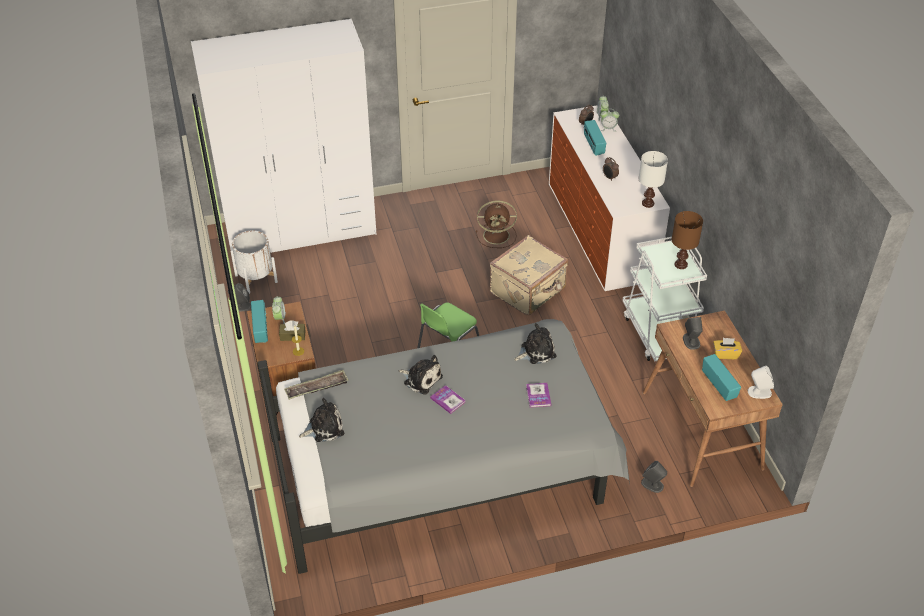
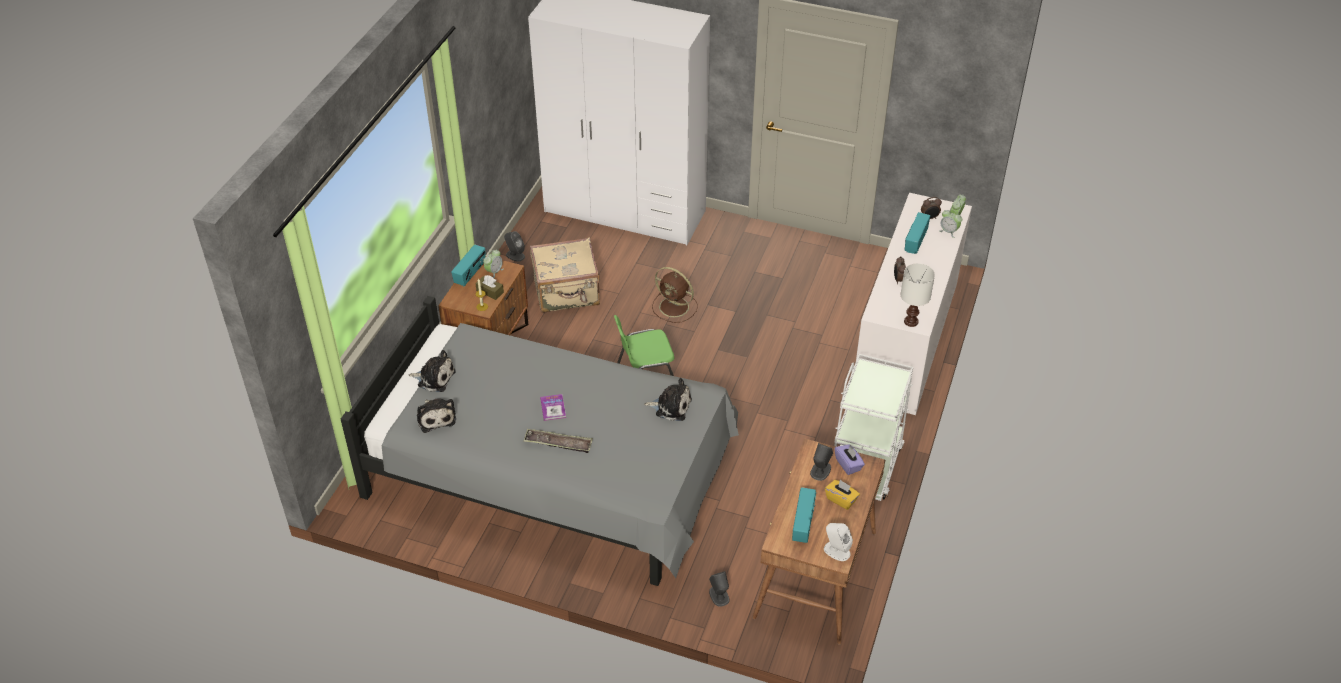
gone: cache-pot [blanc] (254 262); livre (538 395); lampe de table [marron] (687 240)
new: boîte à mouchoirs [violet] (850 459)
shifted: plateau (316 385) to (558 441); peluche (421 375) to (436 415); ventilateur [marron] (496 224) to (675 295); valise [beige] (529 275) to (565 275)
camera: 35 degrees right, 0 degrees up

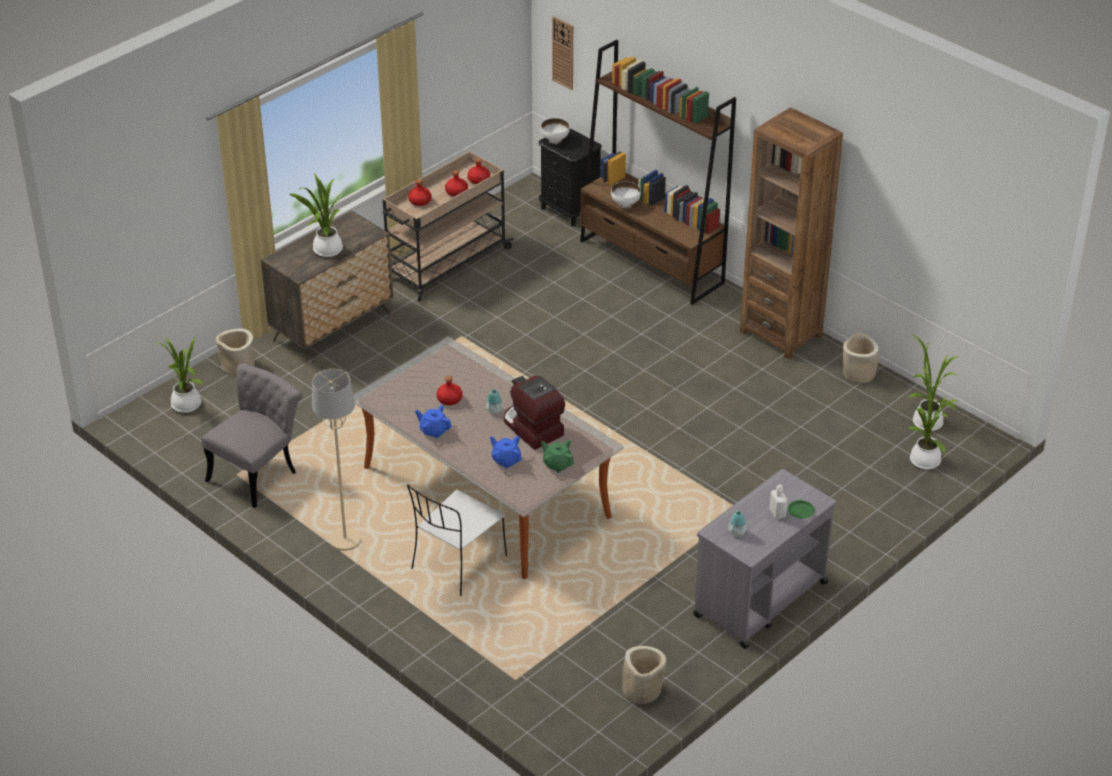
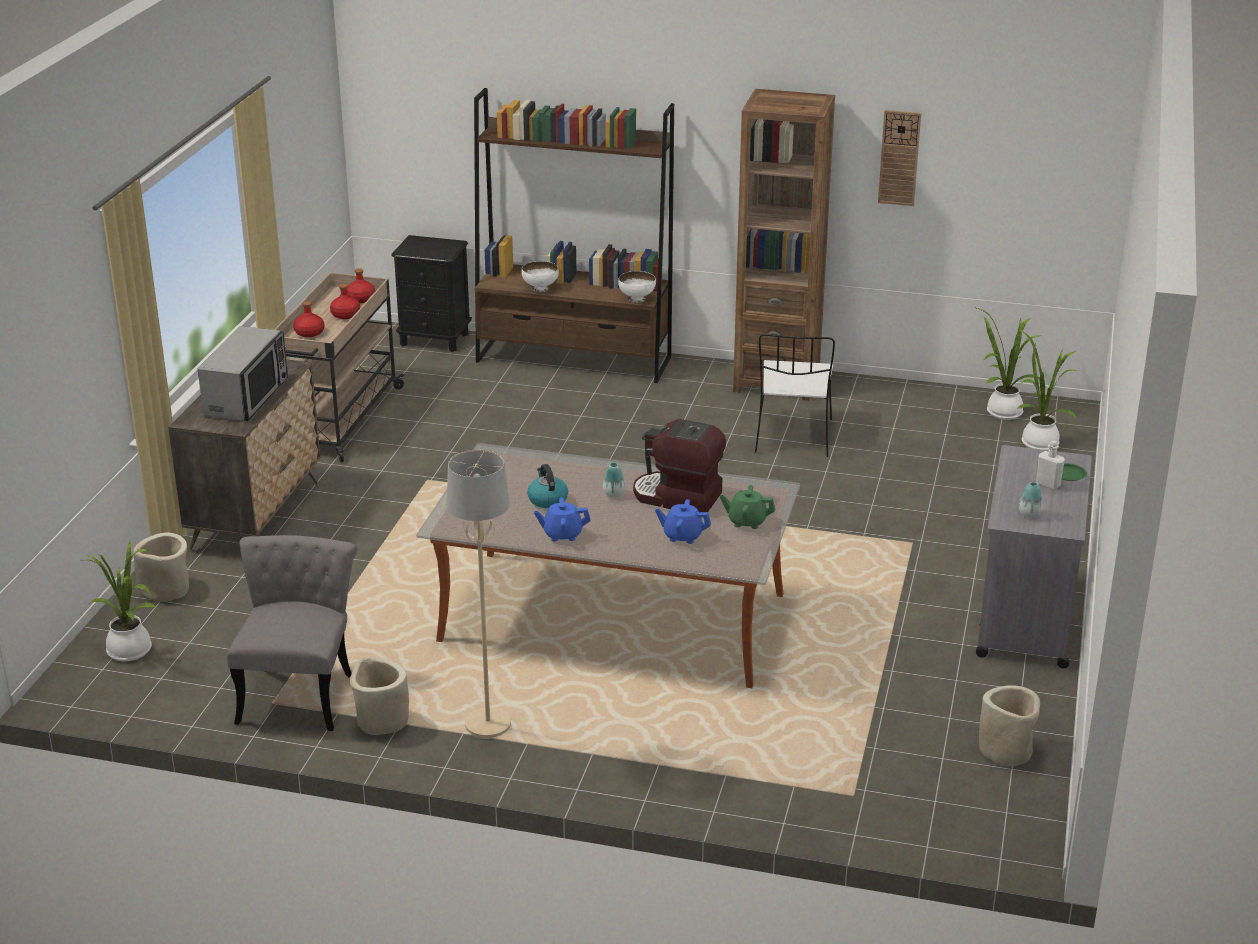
shifted: chaise [blanc] (457 540) to (795 395); bol [blanc] (555 131) to (637 287); horloge murale (562 53) to (899 158); cache-pot [beige] (861 358) to (379 696)
swapped: plante en pot (317 215) to micro-ondes (243 373); bouteille [rouge] (449 390) to bouilloire (547 486)
camera: 30 degrees left, 10 degrees down

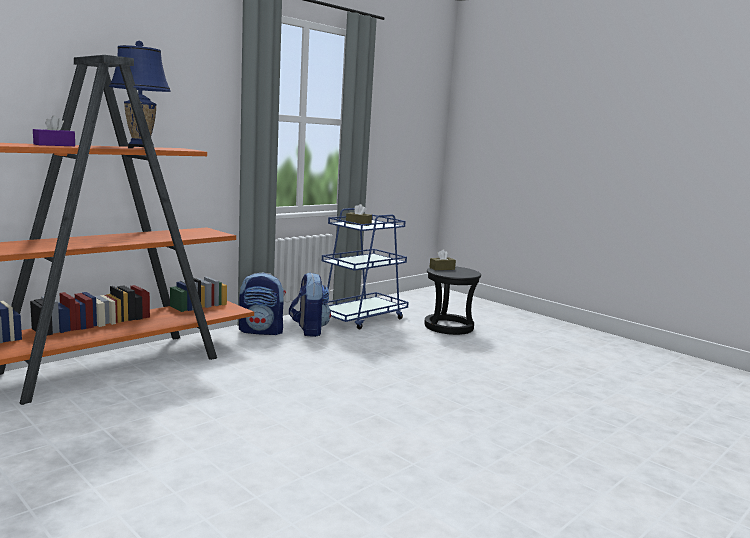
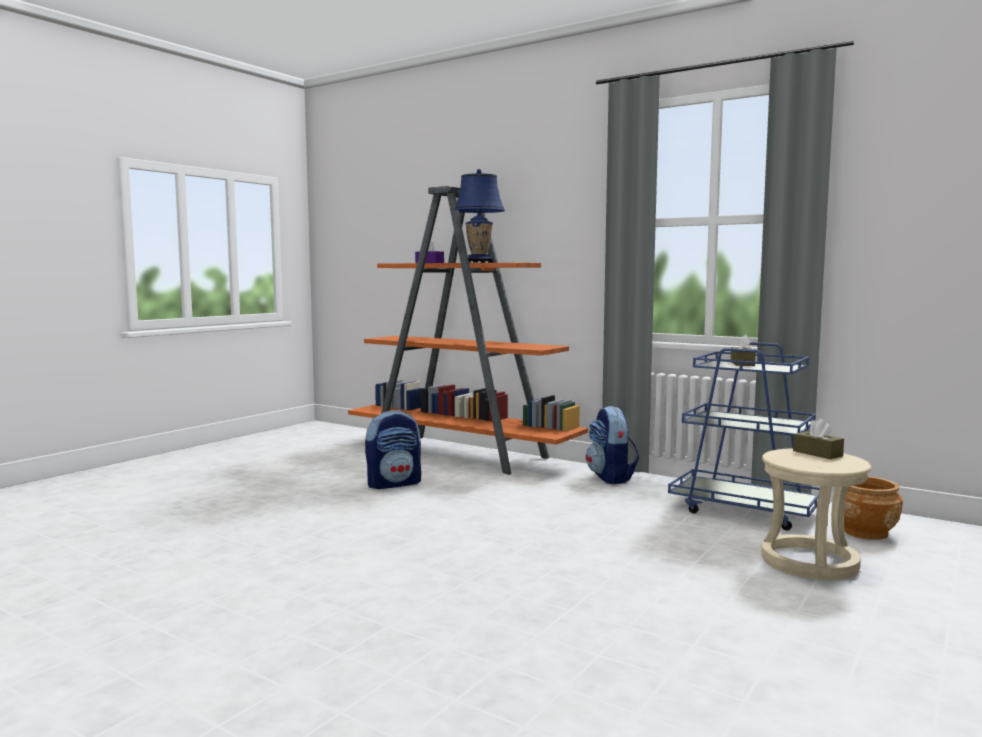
new: cache-pot [marron] (873 508)
shifted: sac à dos (310 304) to (393 449)
repainted: tabouret [noir] (452 300) to tabouret [beige] (816 514)
camera: 80 degrees right, 5 degrees down

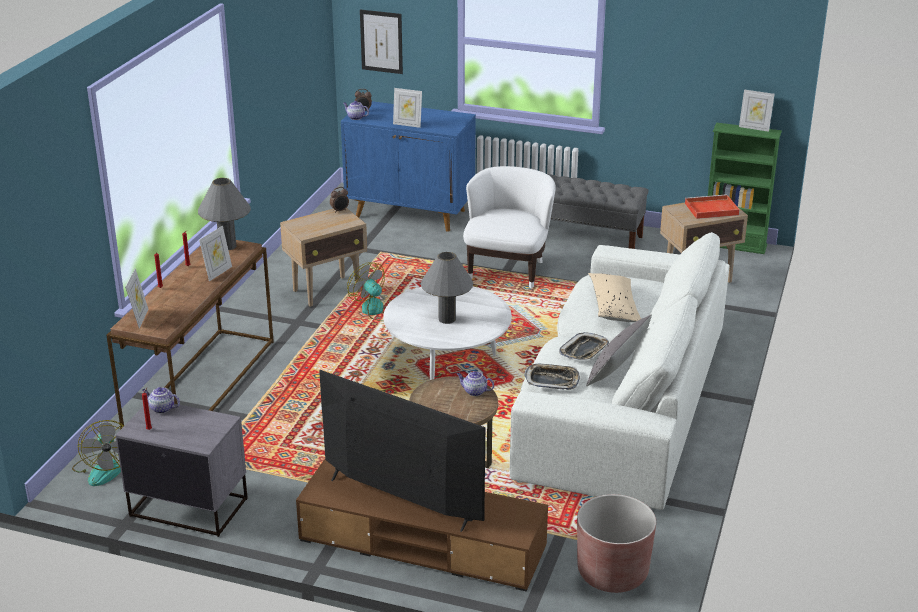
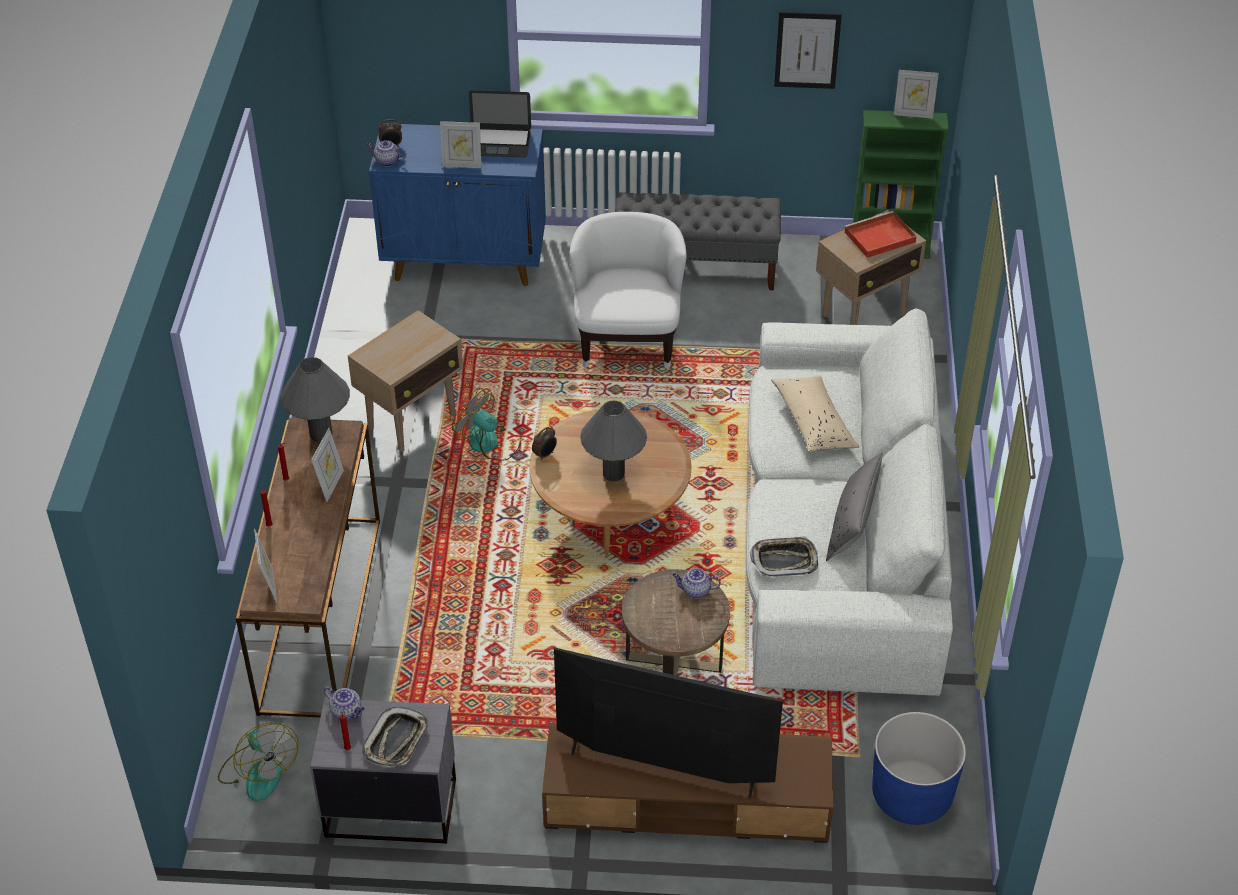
new: ordinateur portable (500 123)
shifted: réveil (339 200) to (544 443); tableau (381 42) to (808 50); plateau (584 346) to (395 737)
repainted: table basse [blanc] (447 333) to table basse [marron] (610 484); cache-pot [marron] (616 543) to cache-pot [bleu] (919 768)
rotated: théière (161 400) = (344 703) 150 degrees counterclockwise
camera: 15 degrees left, 15 degrees up

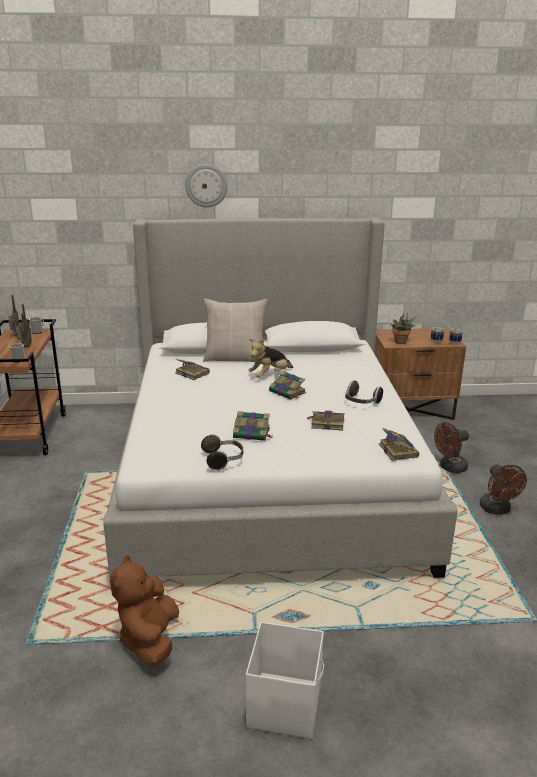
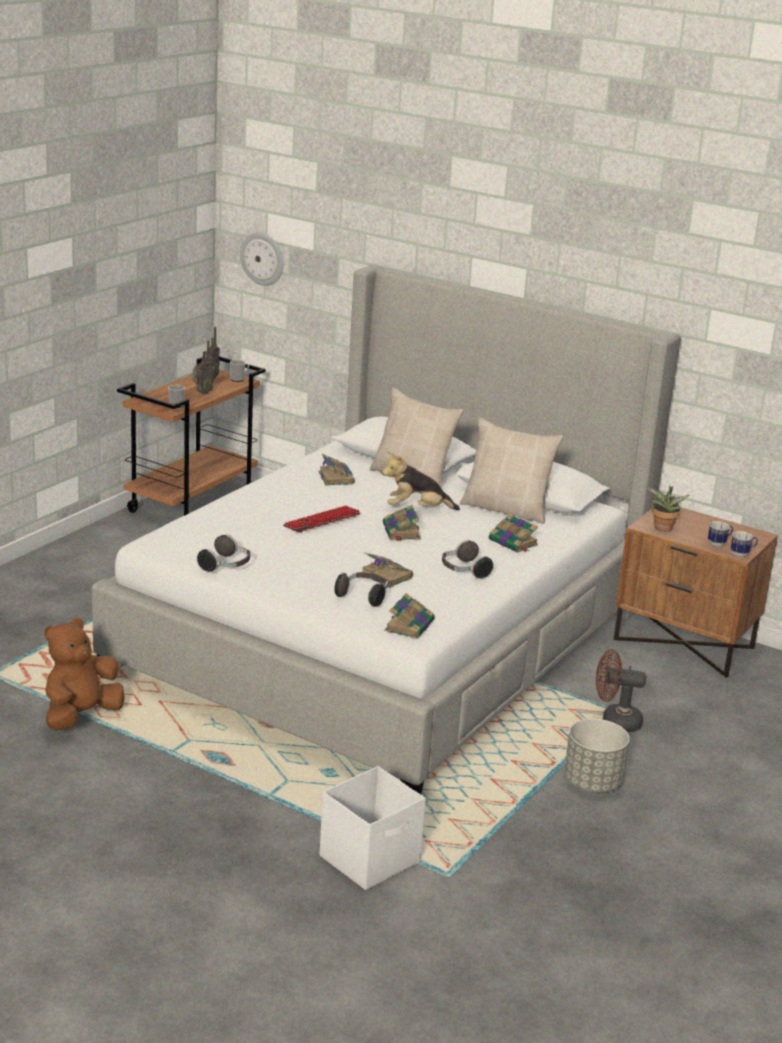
new: clavier (321 519); casque audio (361 589); coussin [beige] (512 470)
shifted: horloge murale (206 186) to (262 259); livre (252 426) to (513 533); boîte de rangement [blanc] (285 680) to (373 828)
swapped: ventilateur [marron] (503 489) to cache-pot [gris] (597 755)
camera: 35 degrees right, 0 degrees up

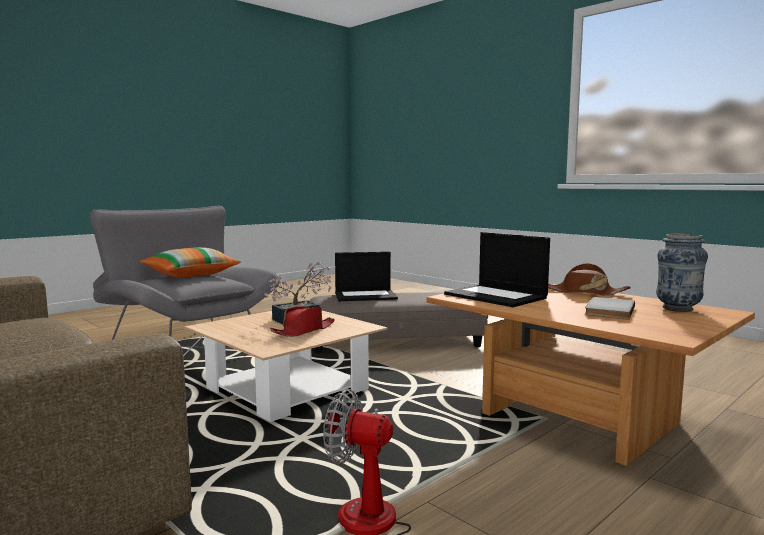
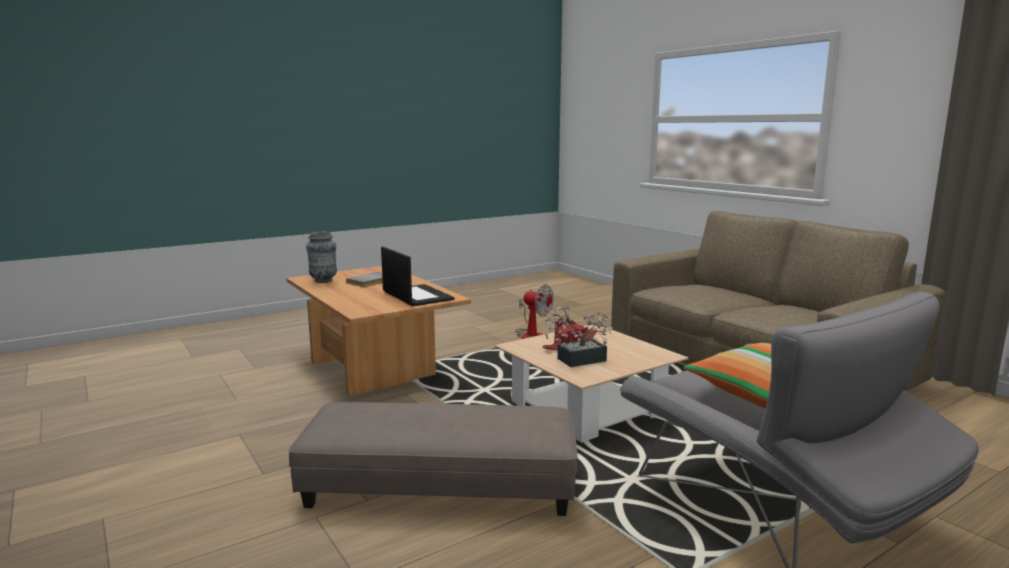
gone: ordinateur portable (366 276); chapeau [marron] (589 279)
camera: 170 degrees left, 5 degrees up

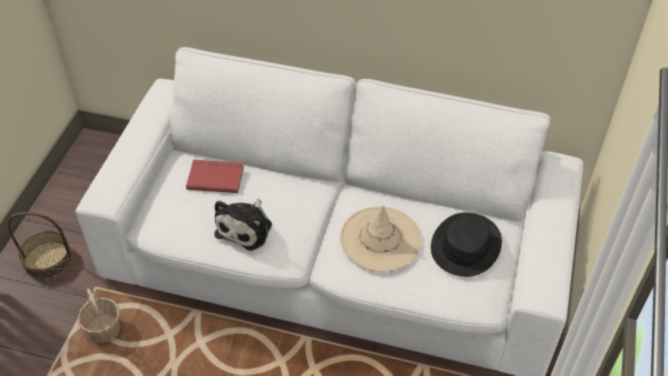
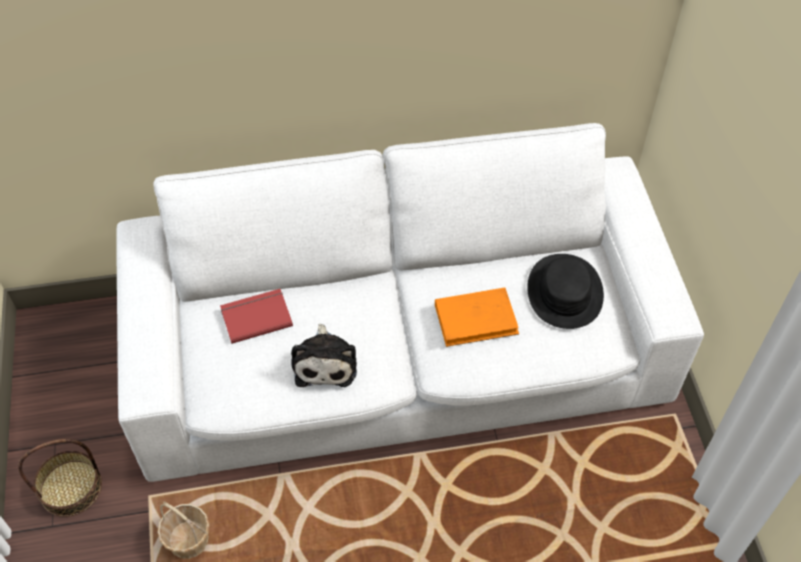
swapped: chapeau [beige] (381 238) to livre [orange] (477 317)
camera: 25 degrees left, 5 degrees up

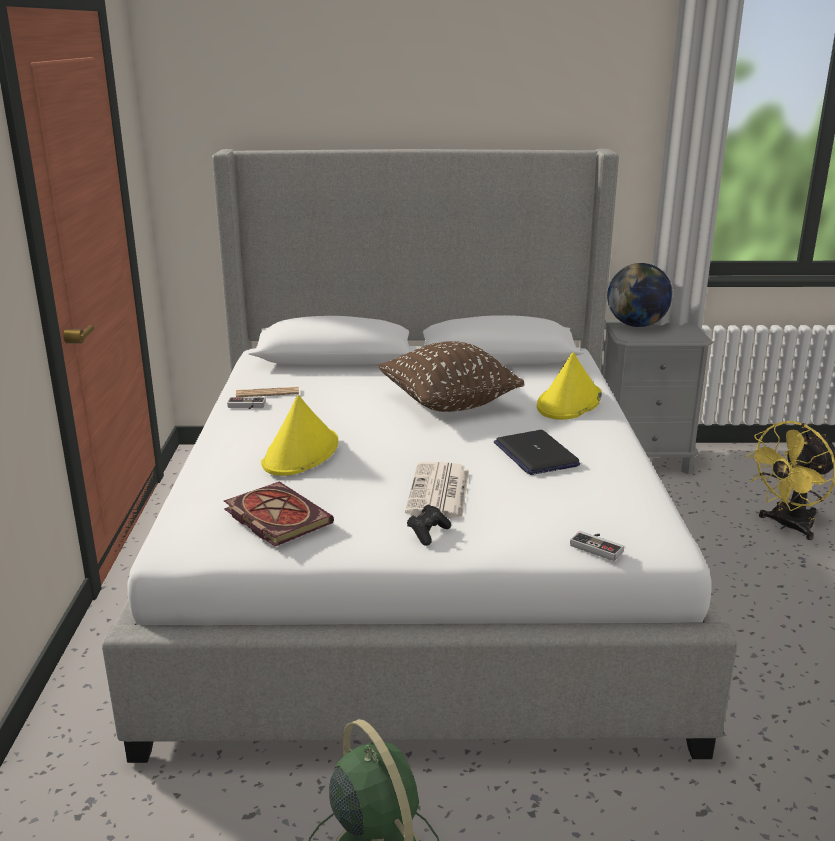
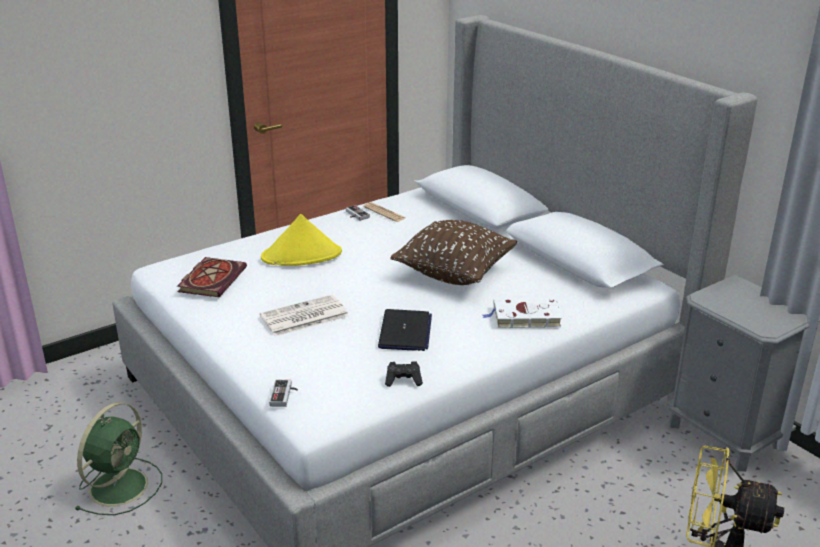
gone: globe (640 295)
shifted: manette [noir] (429 525) to (404 374)
swapped: chapeau [jaune] (569 386) to livre [blanc] (522 313)
rotated: ordinateur portable (537 452) = (405 330) 150 degrees clockwise
camera: 55 degrees right, 5 degrees up

